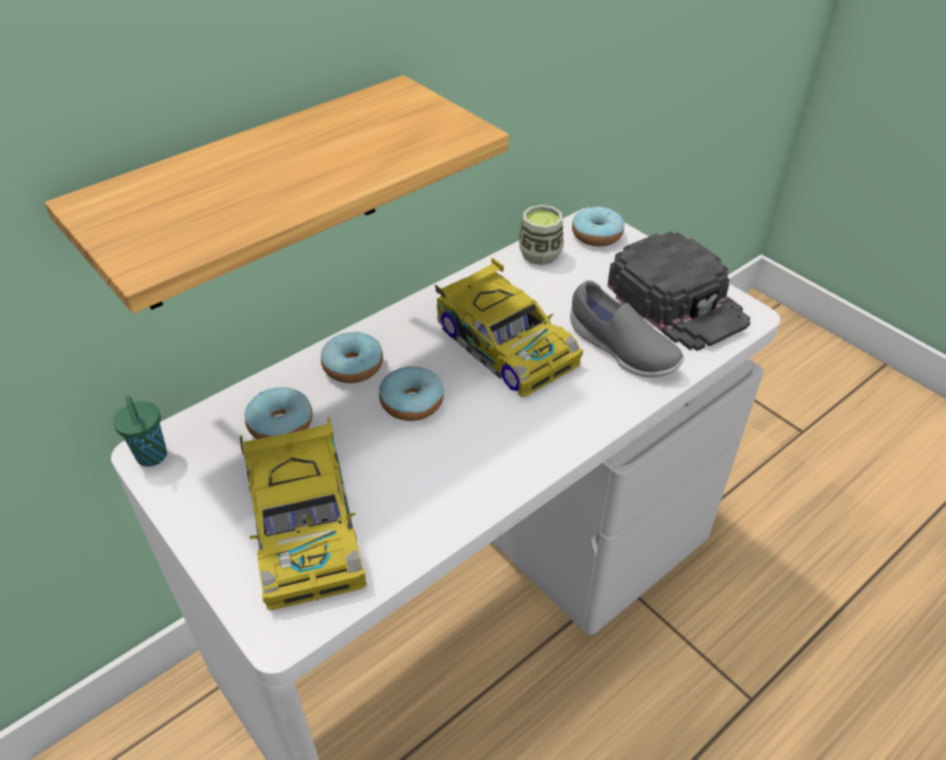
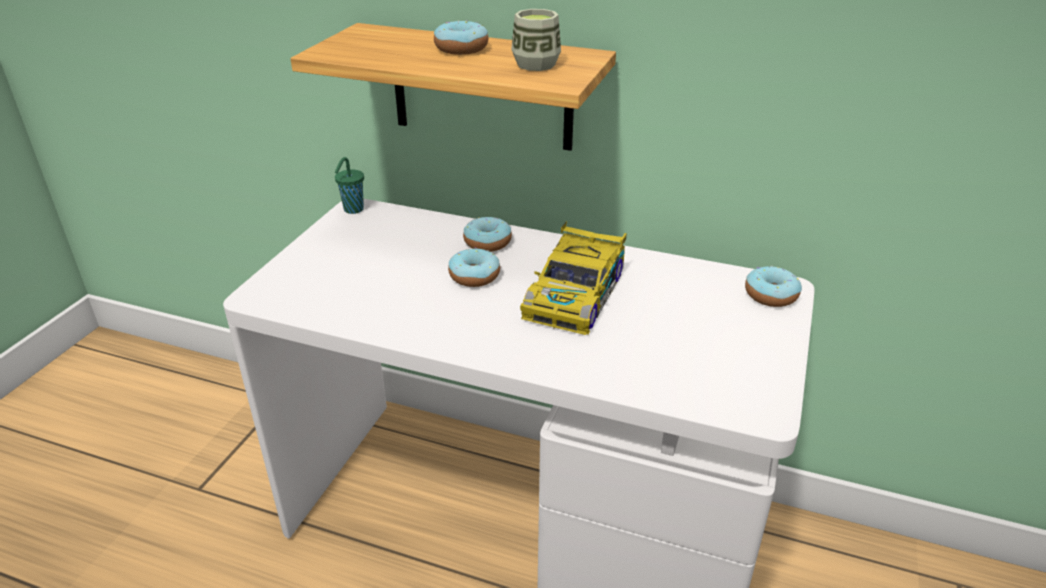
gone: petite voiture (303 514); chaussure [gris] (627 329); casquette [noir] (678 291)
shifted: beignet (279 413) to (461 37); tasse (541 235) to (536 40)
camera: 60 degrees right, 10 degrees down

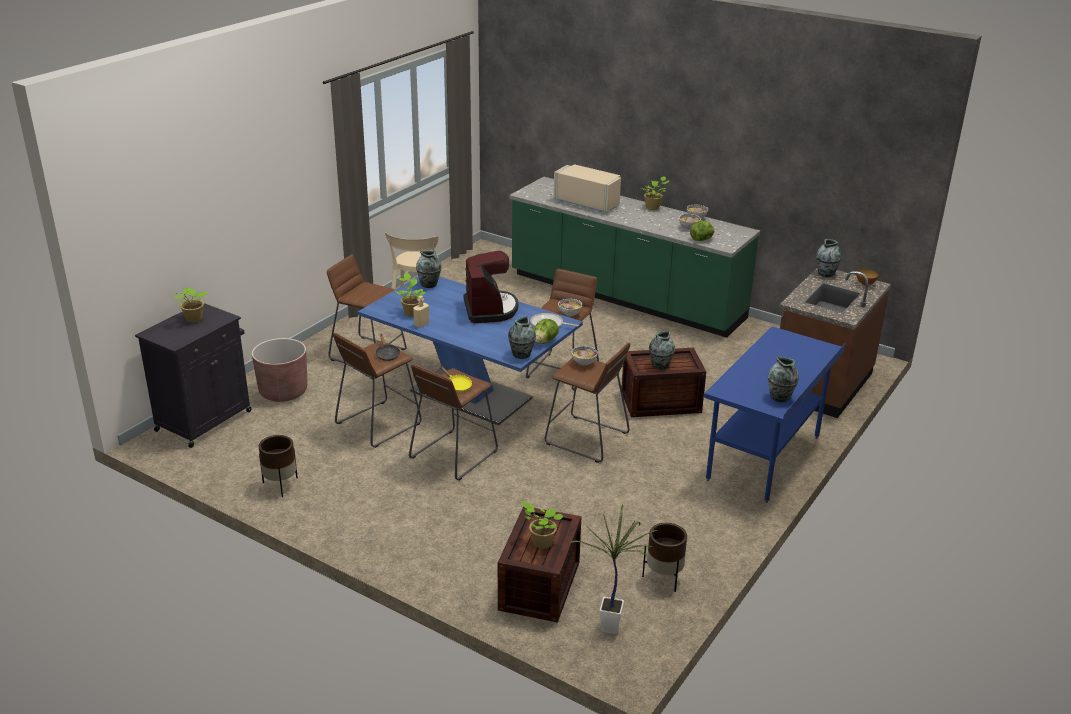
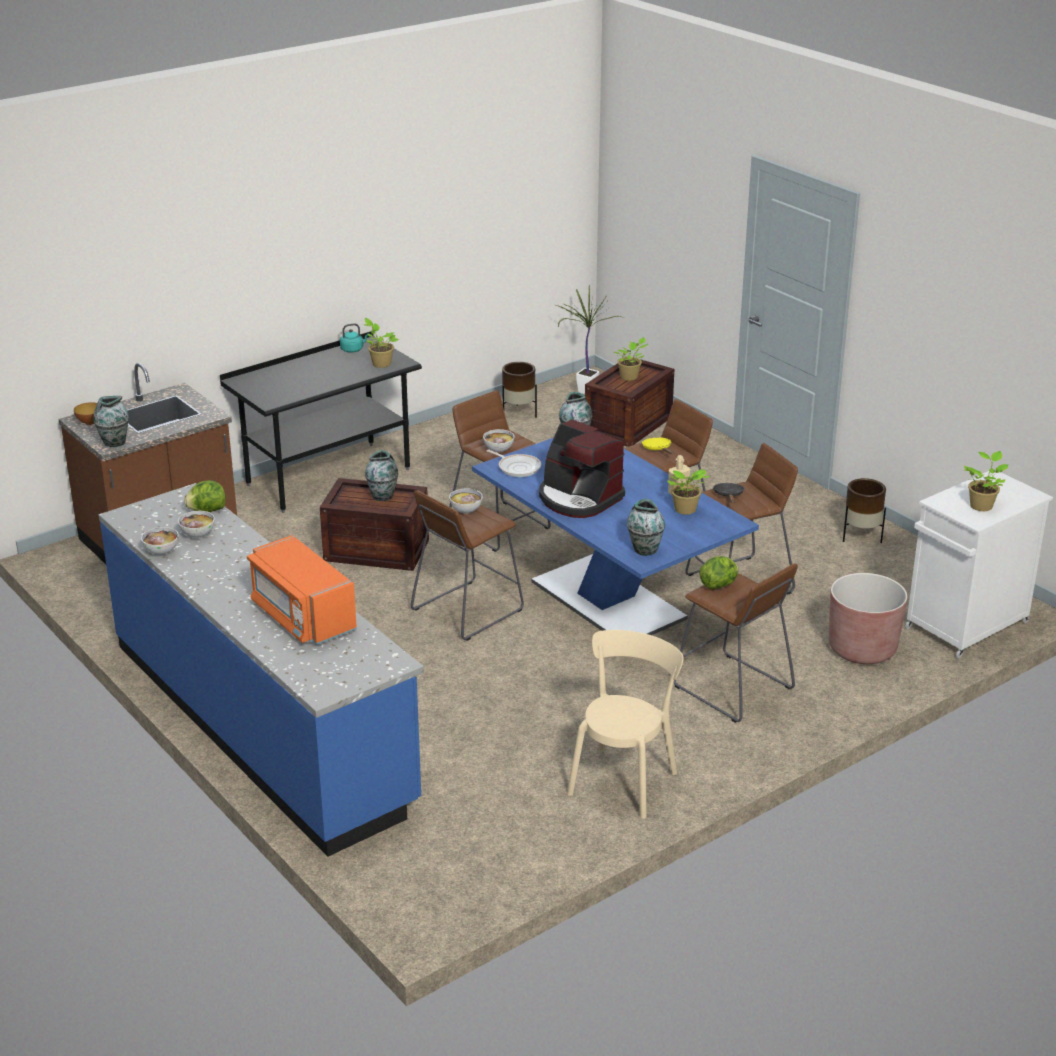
shifted: laitue (546 331) to (718 572); plante en pot (654 193) to (381 343)
swapped: vase (783 379) to bouilloire [turquoise] (354 338)
repainted: meuble de rangement [noir] (193 375) to meuble de rangement [blanc] (979 564); comptoir de cuisine [vert] (634 257) to comptoir de cuisine [bleu] (261 670); micro-ondes [beige] (587 188) to micro-ondes [orange] (302 590); bureau [bleu] (774 415) to bureau [noir] (321 422)
rotated: machine à café (491 286) = (582 468) 60 degrees counterclockwise
camera: 160 degrees left, 0 degrees up

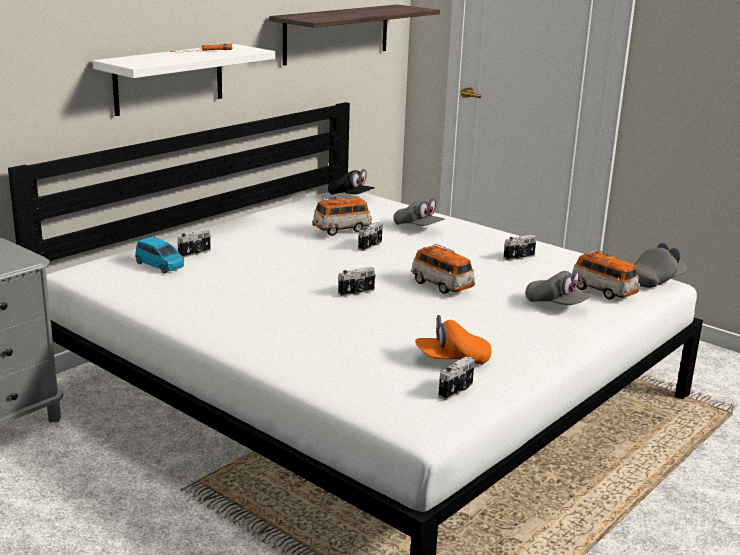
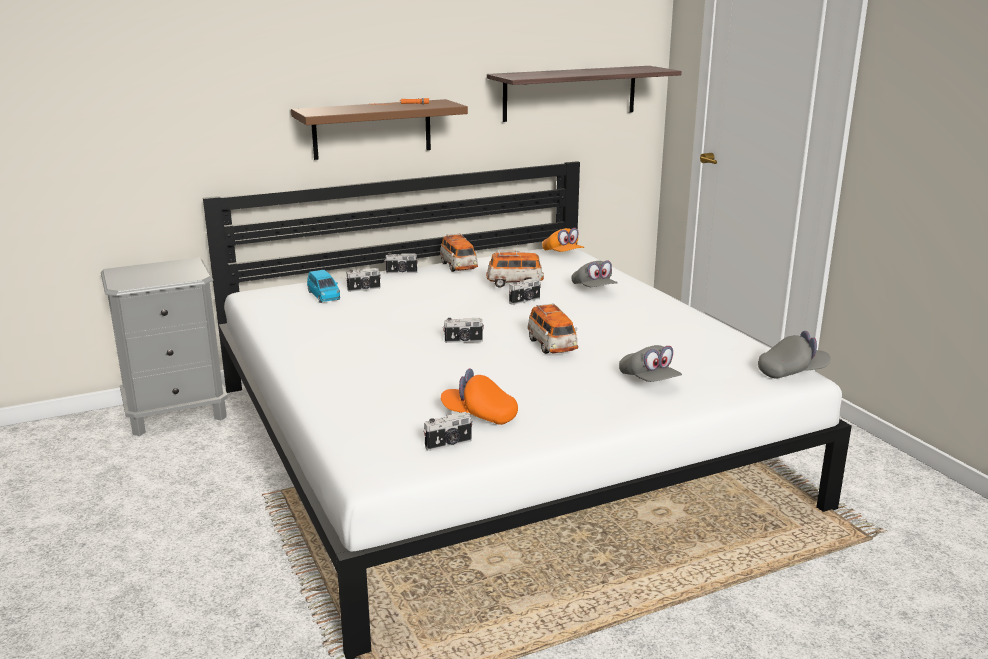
shifted: appareil photo (519 248) to (401 263); petite voiture (606 274) to (459 252)
repainted: étagère [blanc] (184 80) to étagère [marron] (379 129); casquette [noir] (351 182) to casquette [orange] (563 240)
camera: 25 degrees right, 0 degrees up

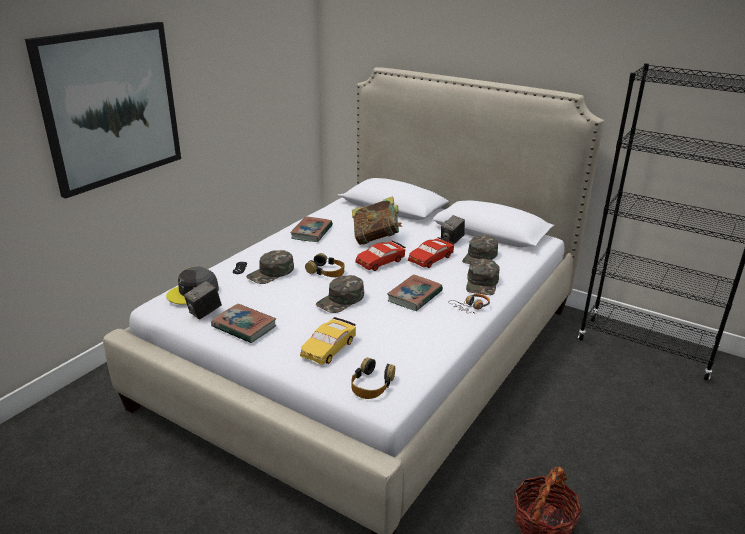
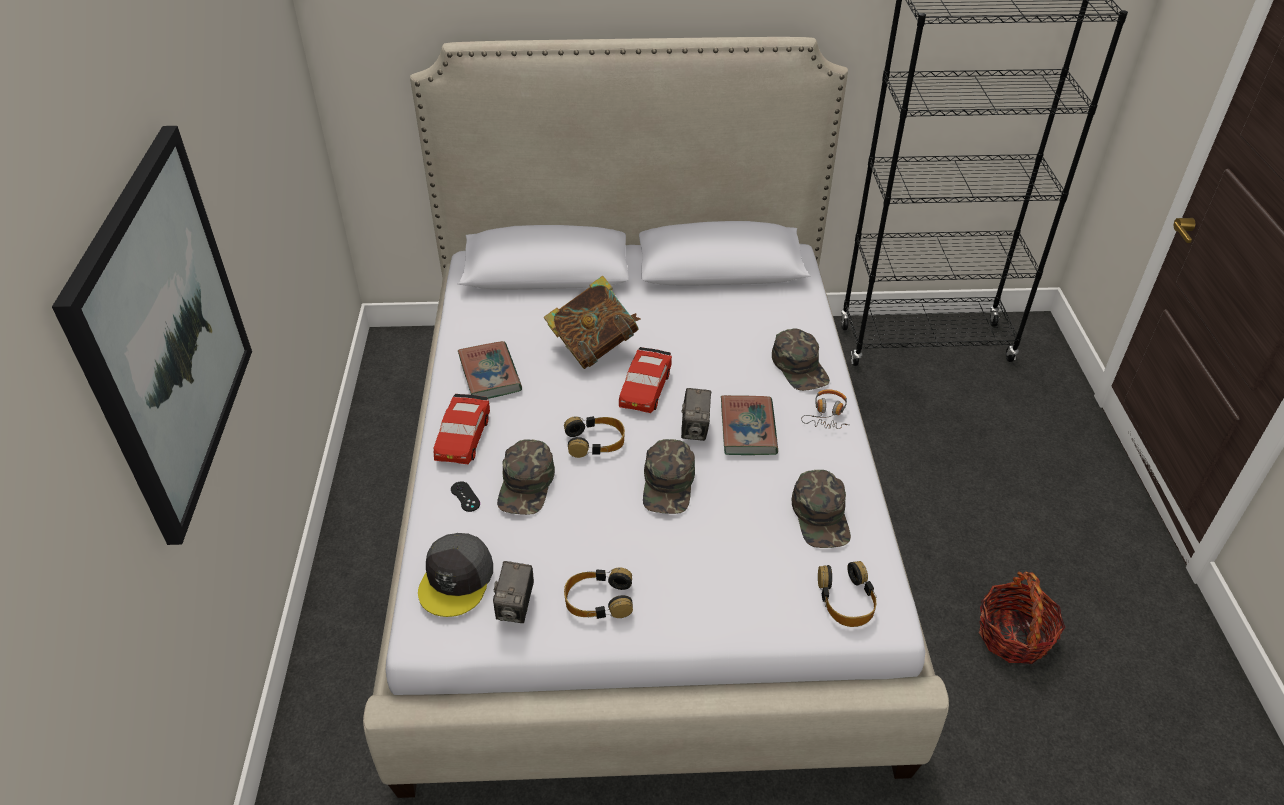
gone: petite voiture [jaune] (328 341)
shifted: petite voiture [rouge] (431 252) to (462 429); appareil photo (453 230) to (696 414); casquette [vert] (480 249) to (821 509)
swapped: livre (244 323) to casque audio (598 593)
camera: 35 degrees left, 15 degrees up

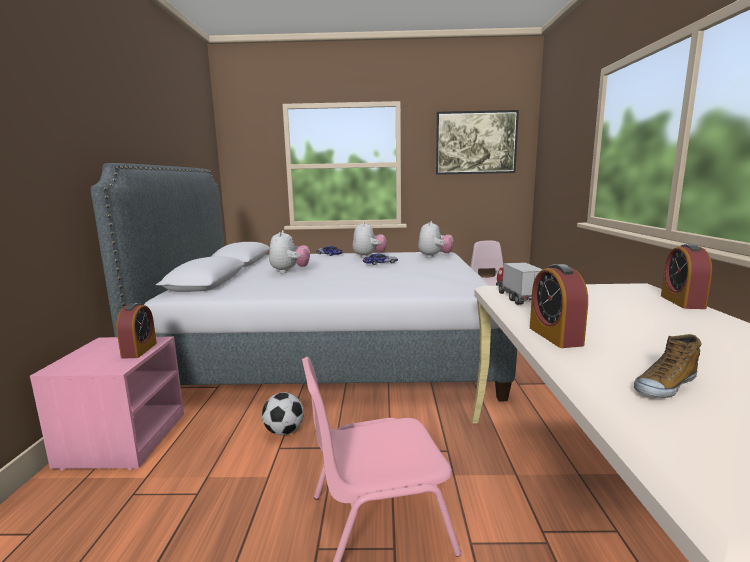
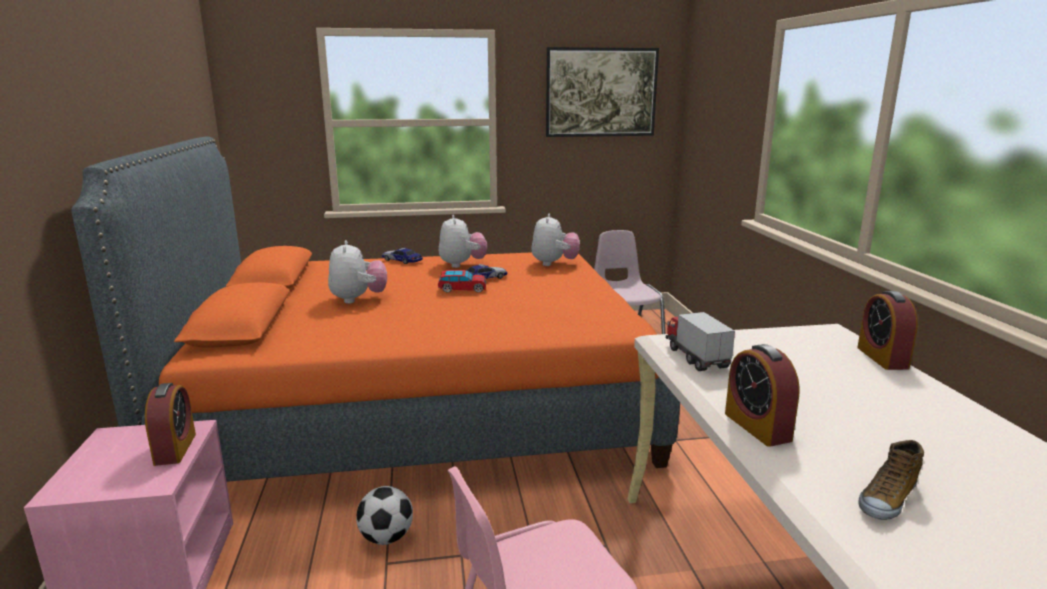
new: petite voiture (462 281)
repainted: lit [gris] (304 282) to lit [orange] (375 309)
camera: 10 degrees left, 5 degrees up

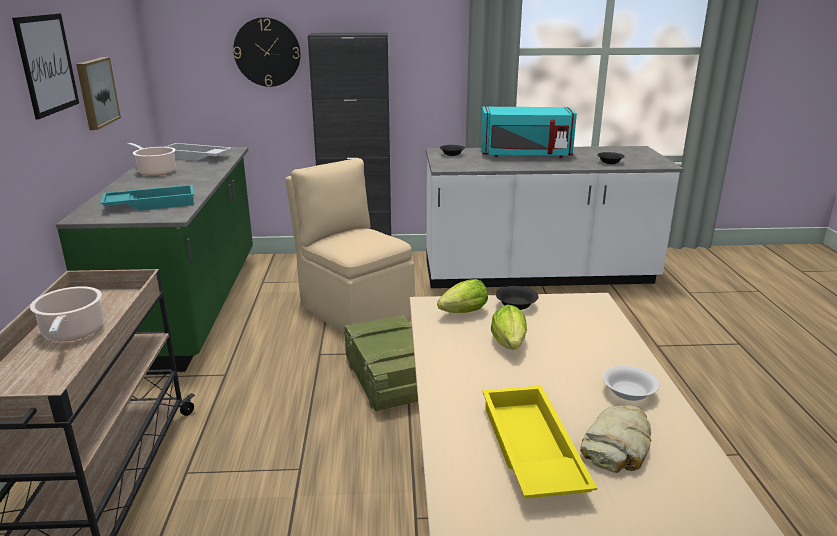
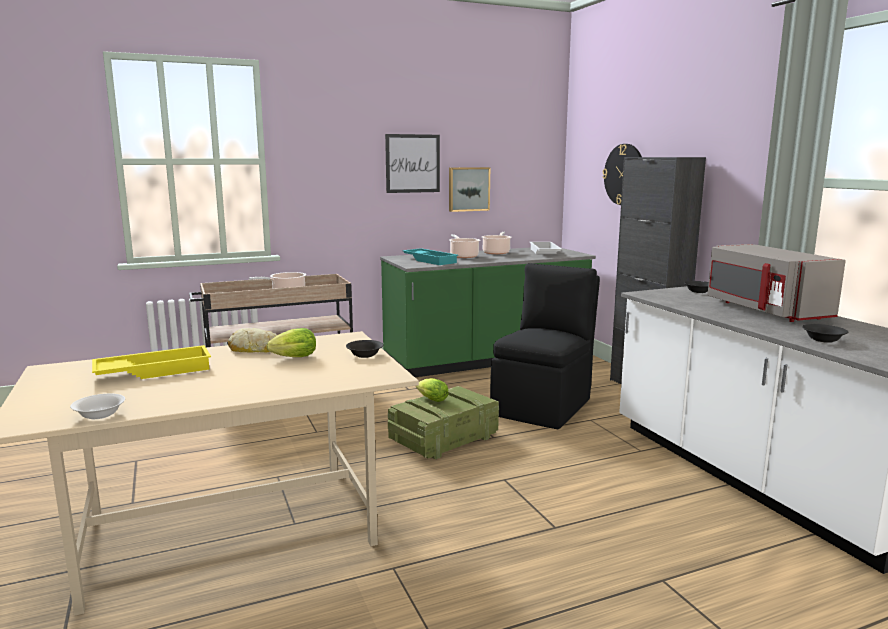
new: marmite (464 246)
shifted: laitue (462 296) to (432 390); pain (615 439) to (252 340); bol [blanc] (631 383) to (97 406)
repainted: chaise [beige] (350 246) to chaise [noir] (545 346); micro-ondes [turquoise] (529 132) to micro-ondes [gris] (777 283)
camera: 70 degrees right, 10 degrees down

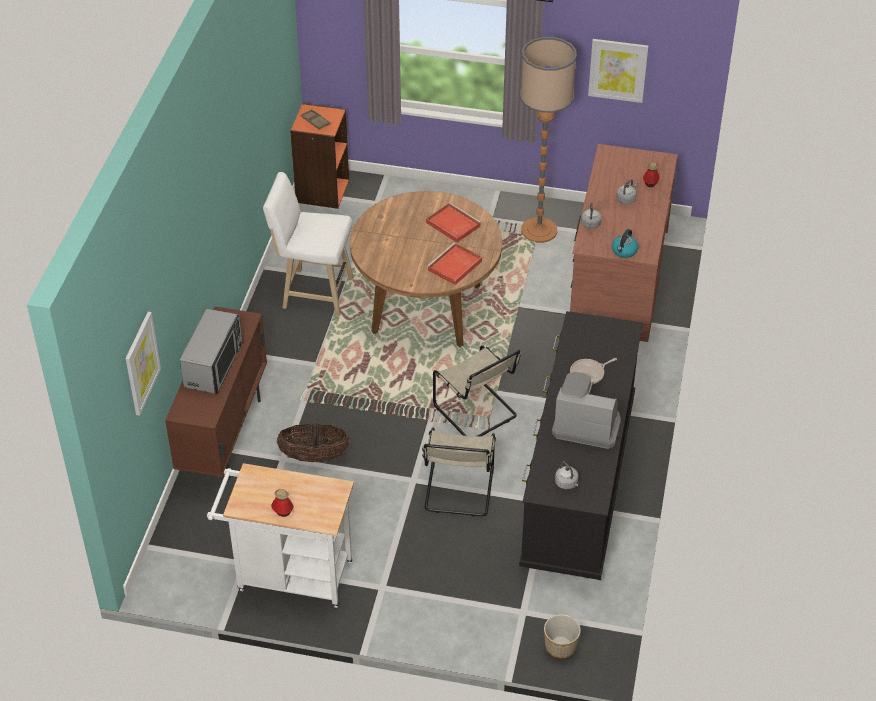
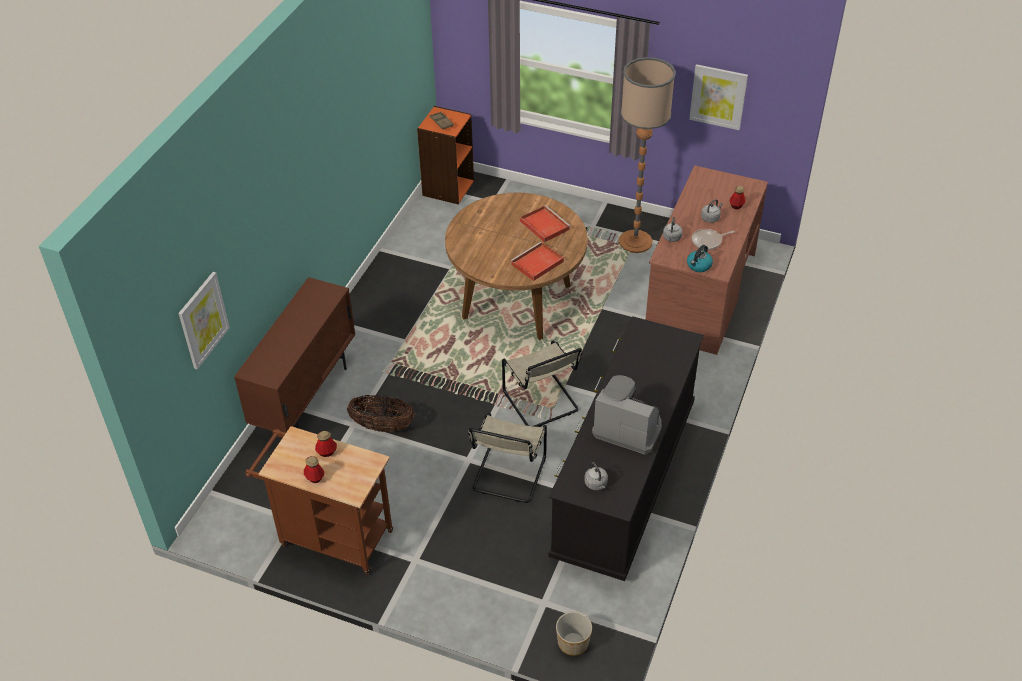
gone: micro-ondes (211 351); tabouret [blanc] (308 244)
new: bouteille (326 444)
shifted: poêle (593 371) to (713 239)
repainted: chariot [blanc] (280 535) to chariot [marron] (319 500)
camera: 10 degrees right, 0 degrees up

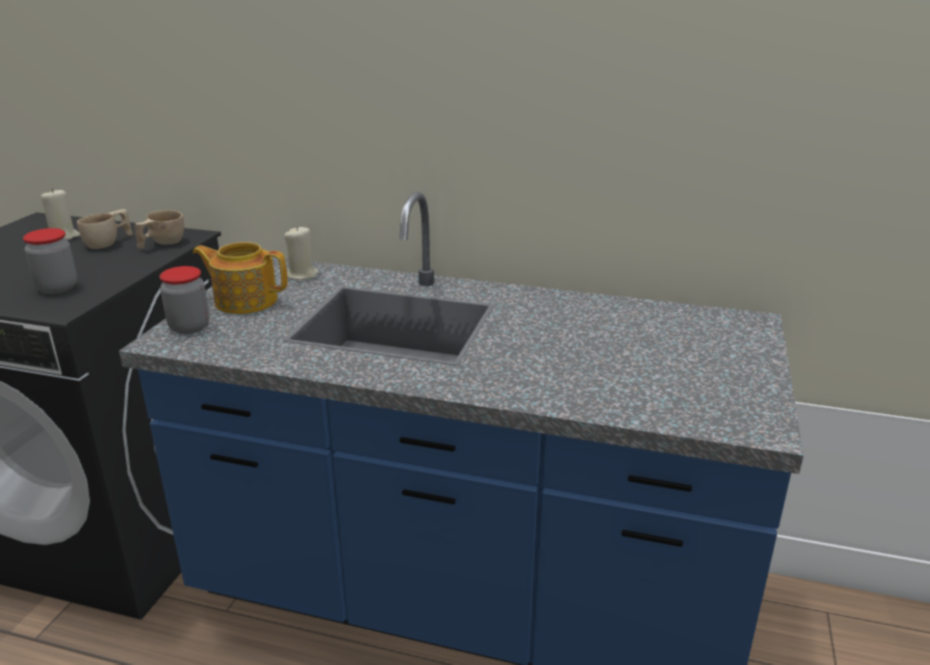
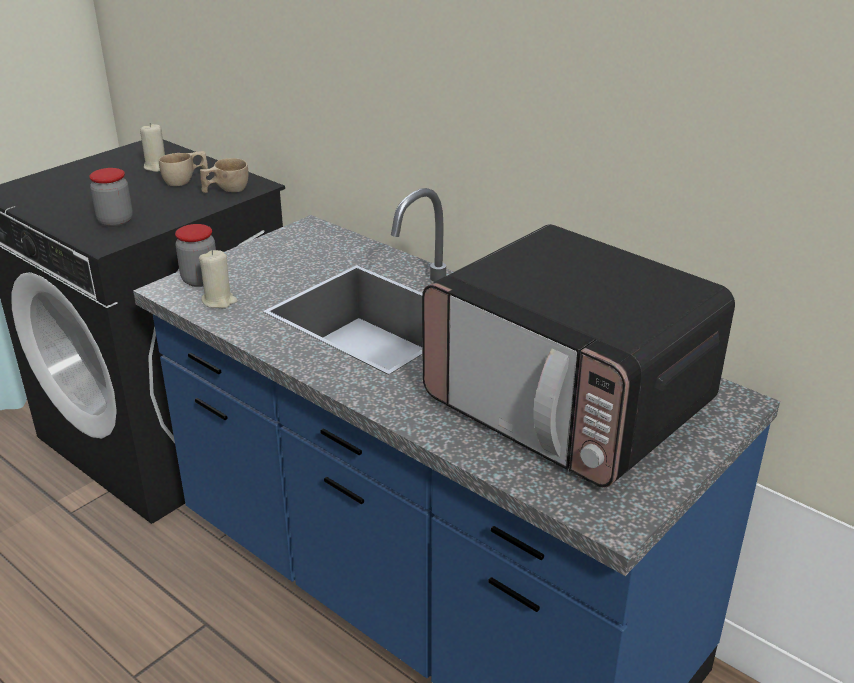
gone: théière (240 278)
new: micro-ondes (578 356)
shifted: bougie [beige] (301 253) to (218 279)
camera: 25 degrees right, 5 degrees up

